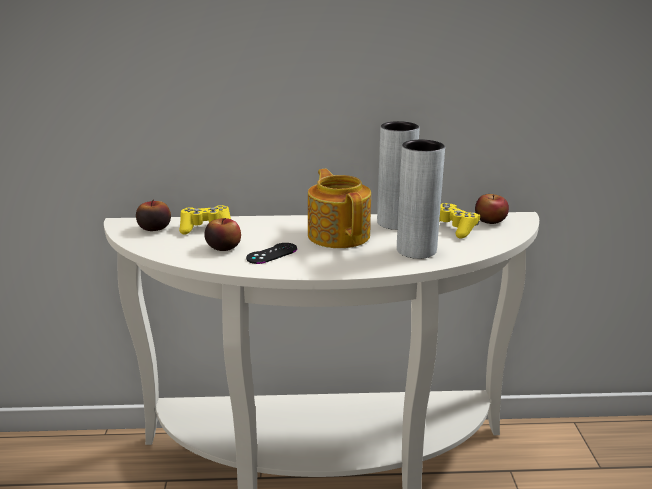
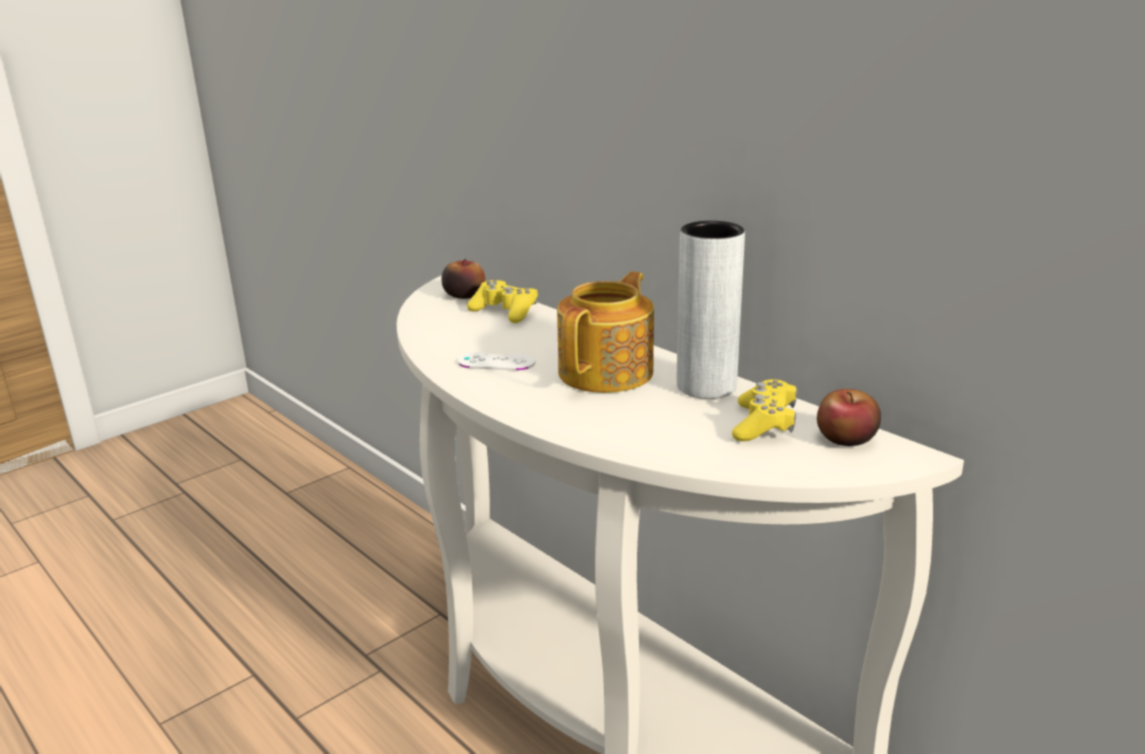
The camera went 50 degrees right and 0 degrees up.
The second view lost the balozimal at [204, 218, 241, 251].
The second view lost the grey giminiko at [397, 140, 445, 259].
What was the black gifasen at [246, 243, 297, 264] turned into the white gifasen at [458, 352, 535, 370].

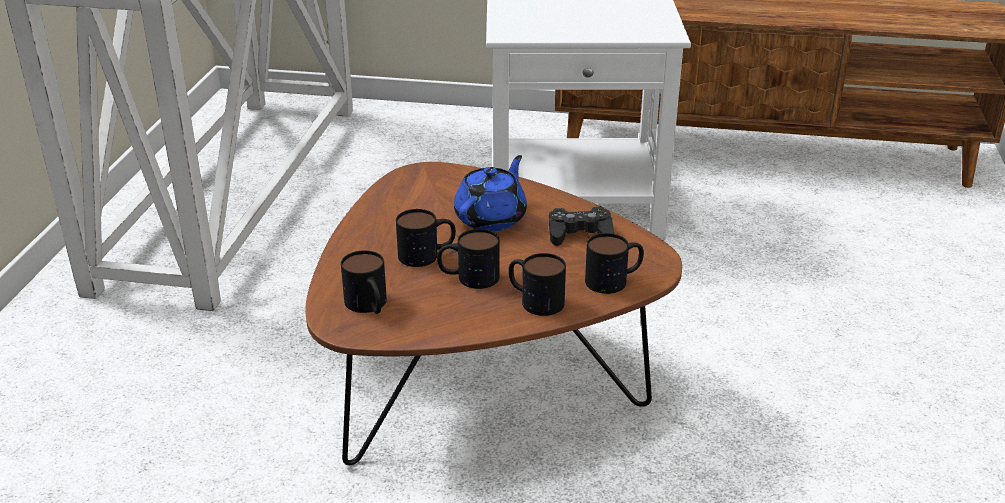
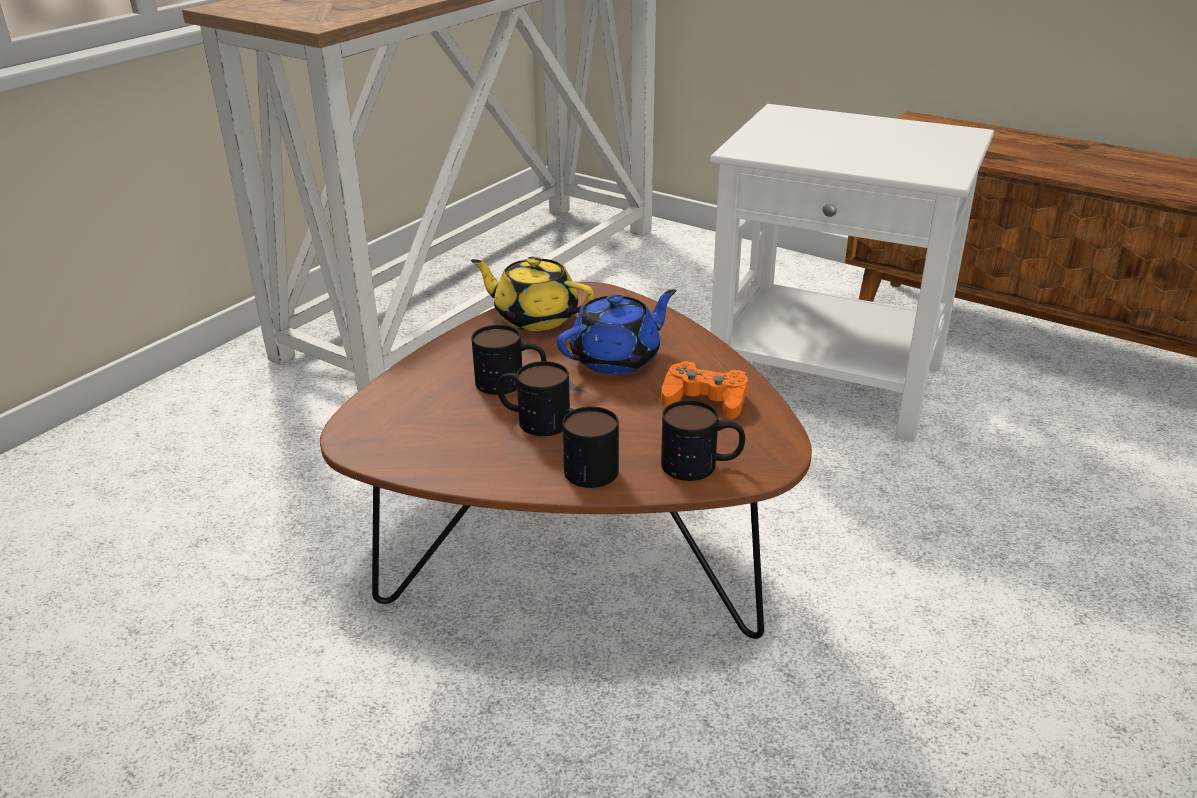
The camera went 25 degrees right and 0 degrees up.
The second view lost the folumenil at [341, 250, 387, 314].
The second view gained the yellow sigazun at [471, 256, 594, 331].
What was the black gifasen at [549, 206, 614, 246] turned into the orange gifasen at [661, 361, 748, 419].

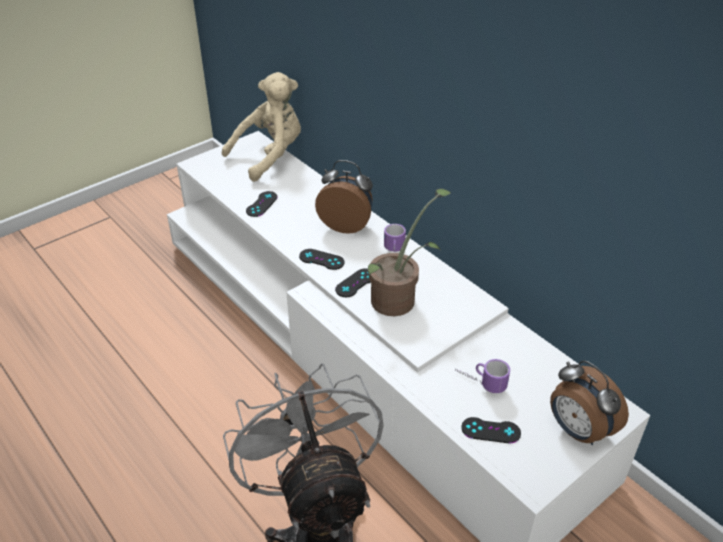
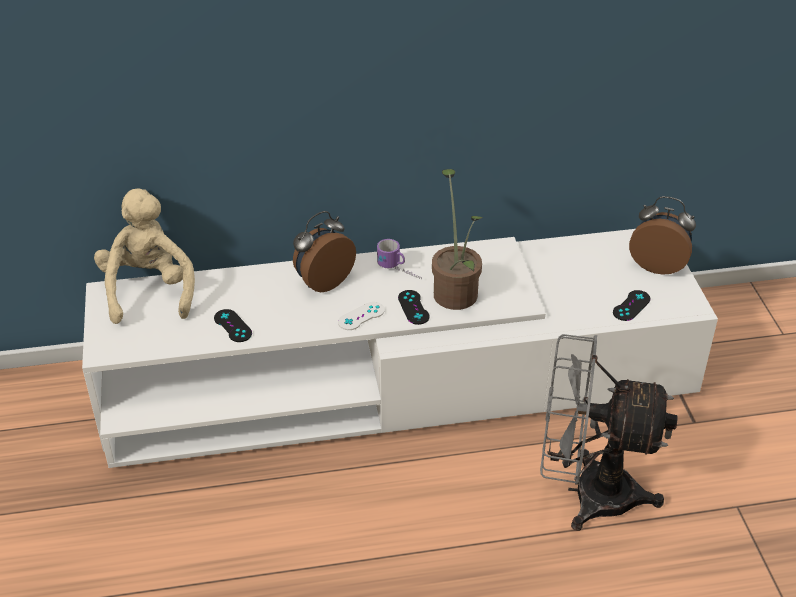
The camera went 60 degrees left and 0 degrees up.
The second view lost the folumenil at [455, 359, 510, 393].
What was the black gifasen at [299, 249, 345, 270] turned into the white gifasen at [338, 302, 385, 330].
The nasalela at [550, 361, 629, 445] ended up facing another way, 150 degrees counterclockwise from before.

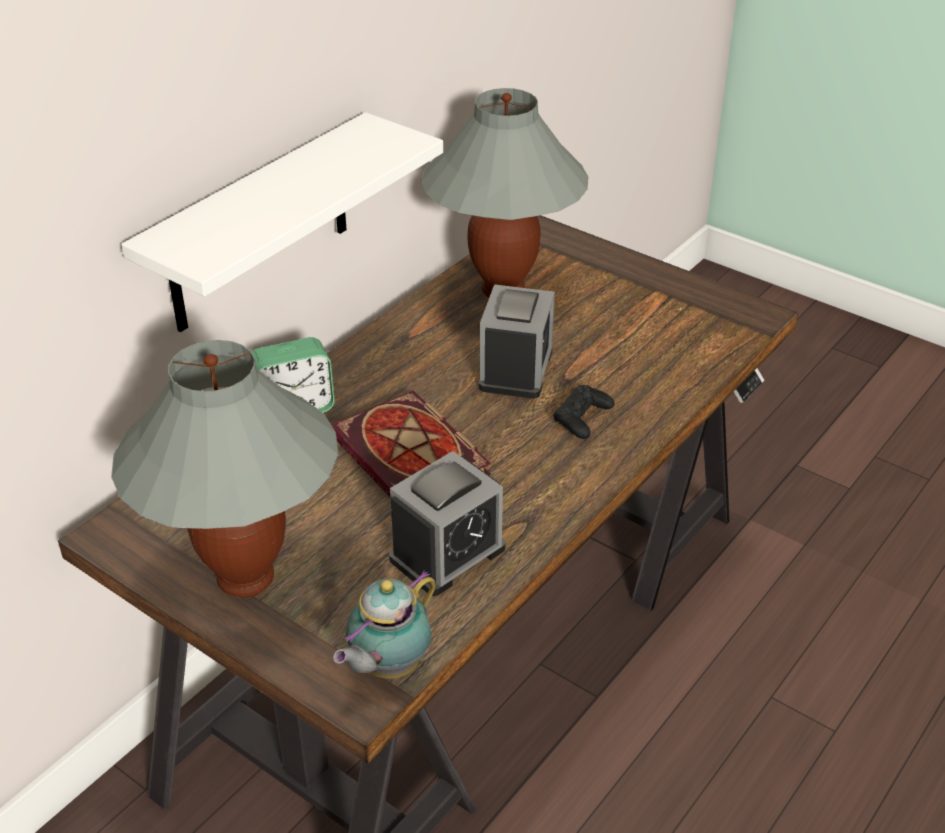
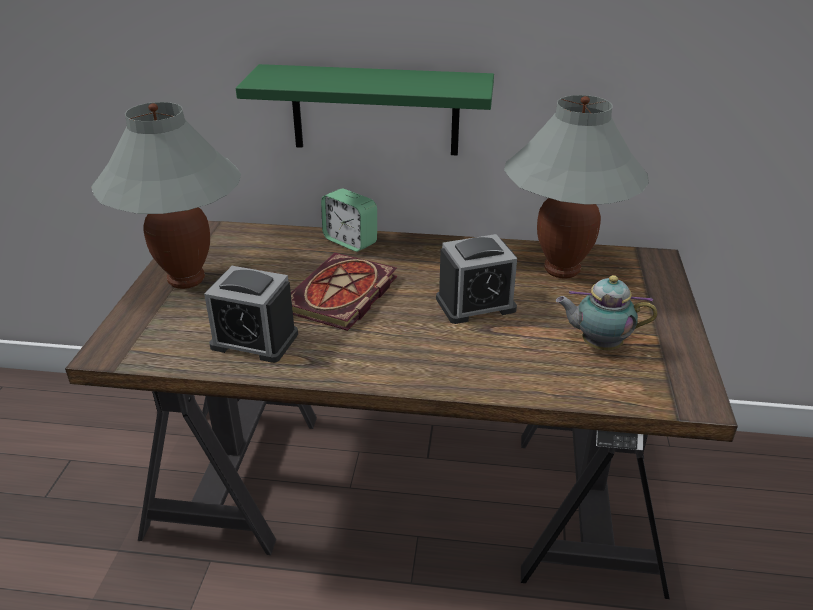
The camera went 60 degrees right and 5 degrees down.
The second view lost the black gifasen at [553, 385, 614, 439].
The sigazun ended up elsewhere, having gone from [333, 571, 436, 679] to [556, 275, 658, 350].
What was the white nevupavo at [121, 112, 443, 332] turned into the green nevupavo at [236, 64, 494, 156].

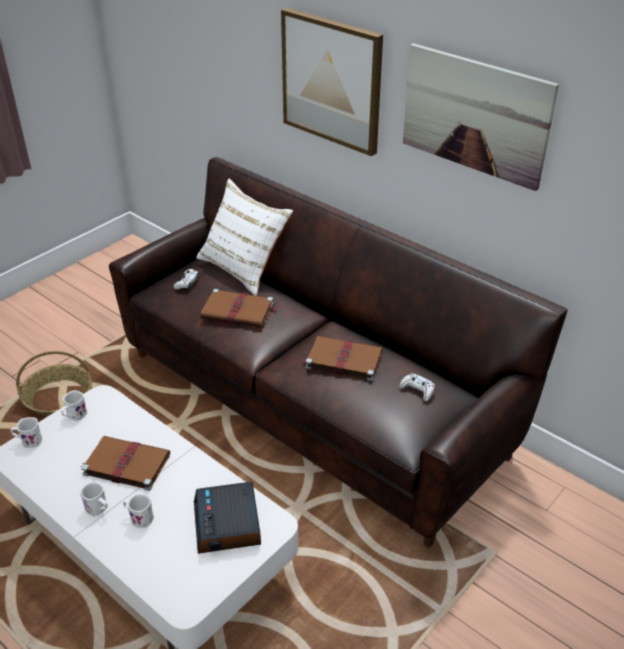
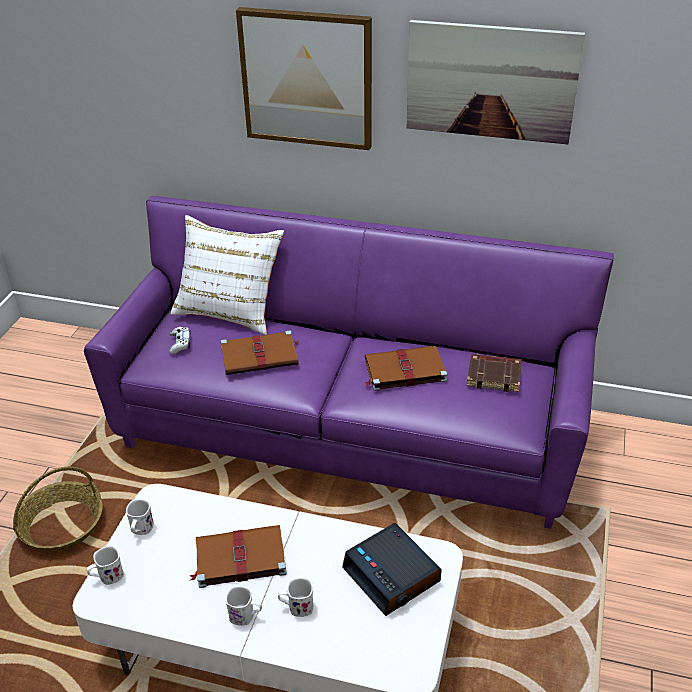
The camera went 25 degrees left and 0 degrees up.
Where the white gifasen stood at [399, 373, 435, 401], the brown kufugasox came to stand at [467, 354, 521, 392].
What was the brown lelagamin at [109, 157, 568, 548] turned into the purple lelagamin at [84, 196, 614, 529].

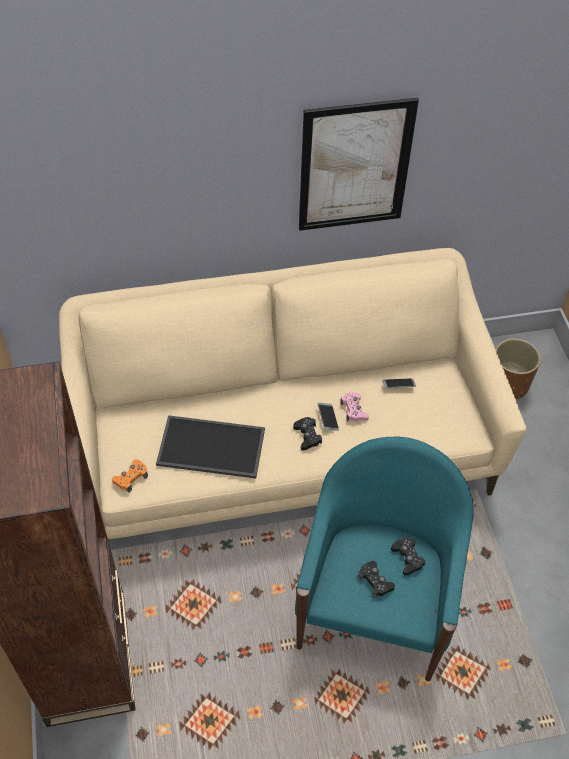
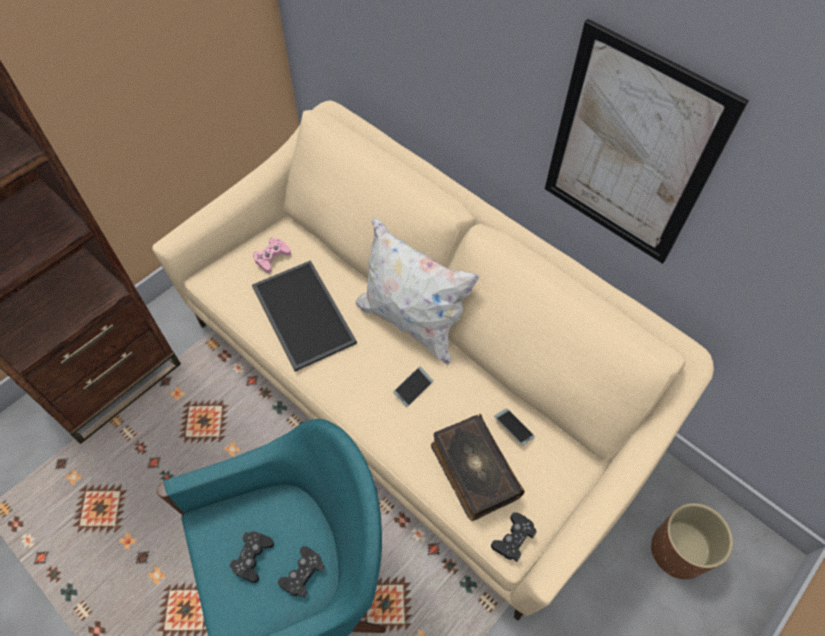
The camera went 55 degrees right and 5 degrees up.
The second view lost the orange gifasen at [112, 459, 148, 493].
The second view gained the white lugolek at [356, 217, 479, 365].
The second view gained the kufugasox at [431, 414, 525, 521].
The black gifasen ended up elsewhere, having gone from [293, 417, 322, 450] to [491, 512, 537, 562].
The pink gifasen ended up elsewhere, having gone from [340, 392, 369, 422] to [253, 238, 291, 273].

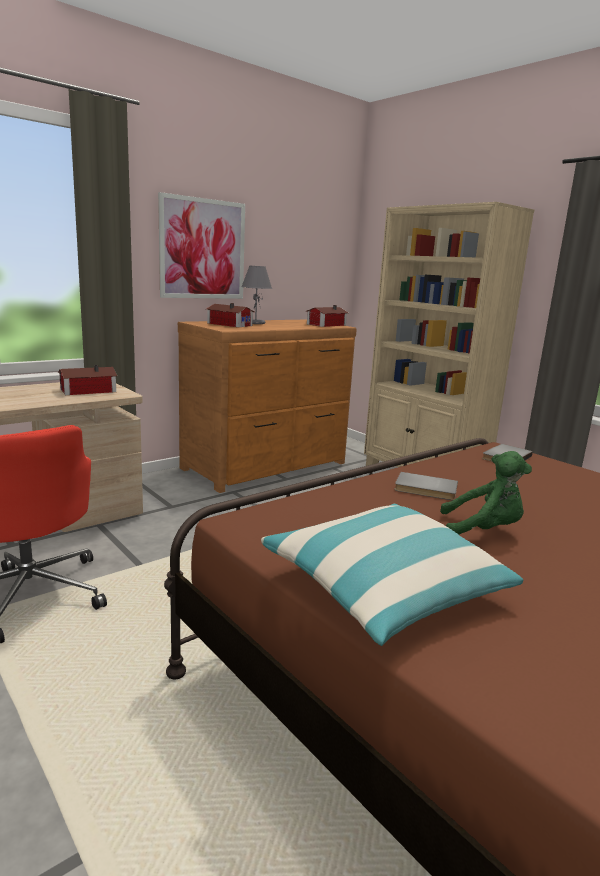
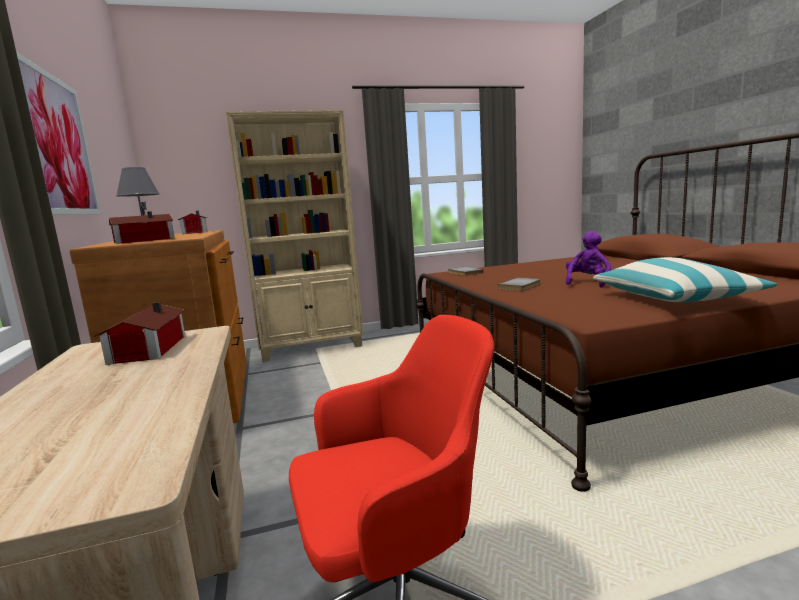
The camera went 65 degrees left and 5 degrees down.
What was the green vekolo at [440, 451, 532, 534] turned into the purple vekolo at [566, 231, 611, 288].

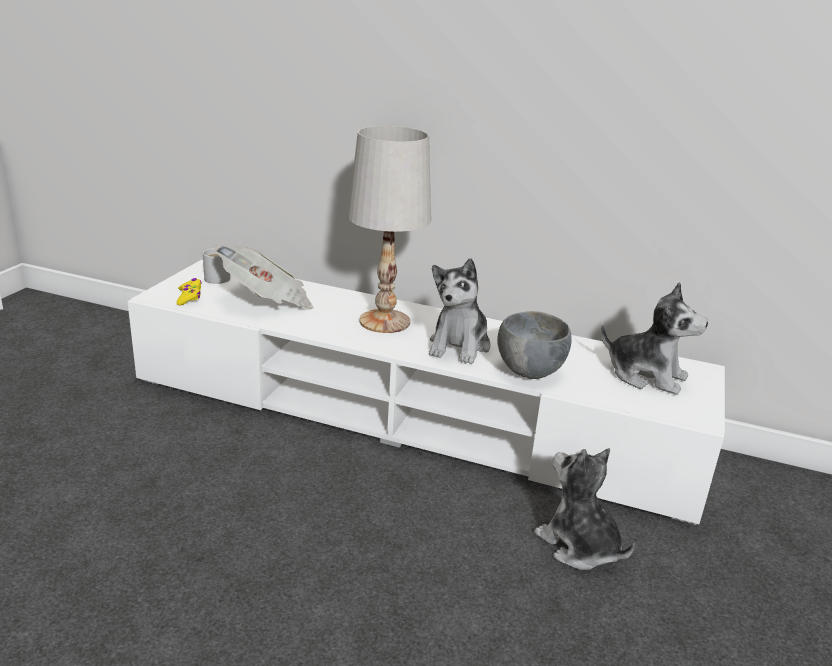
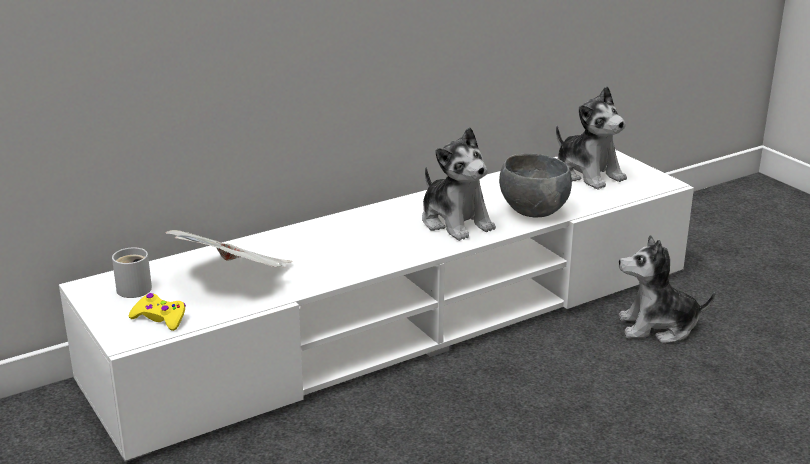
The camera went 50 degrees left and 0 degrees up.
The second view lost the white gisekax at [348, 126, 431, 333].
The vekolo at [601, 282, 708, 395] ended up facing another way, 75 degrees clockwise from before.

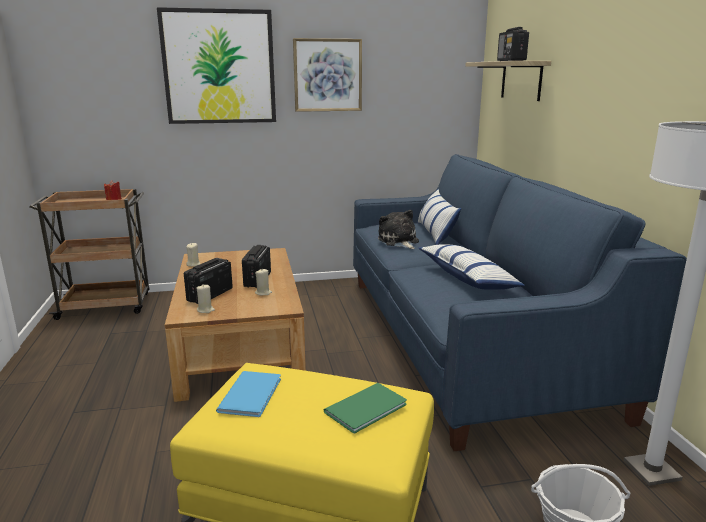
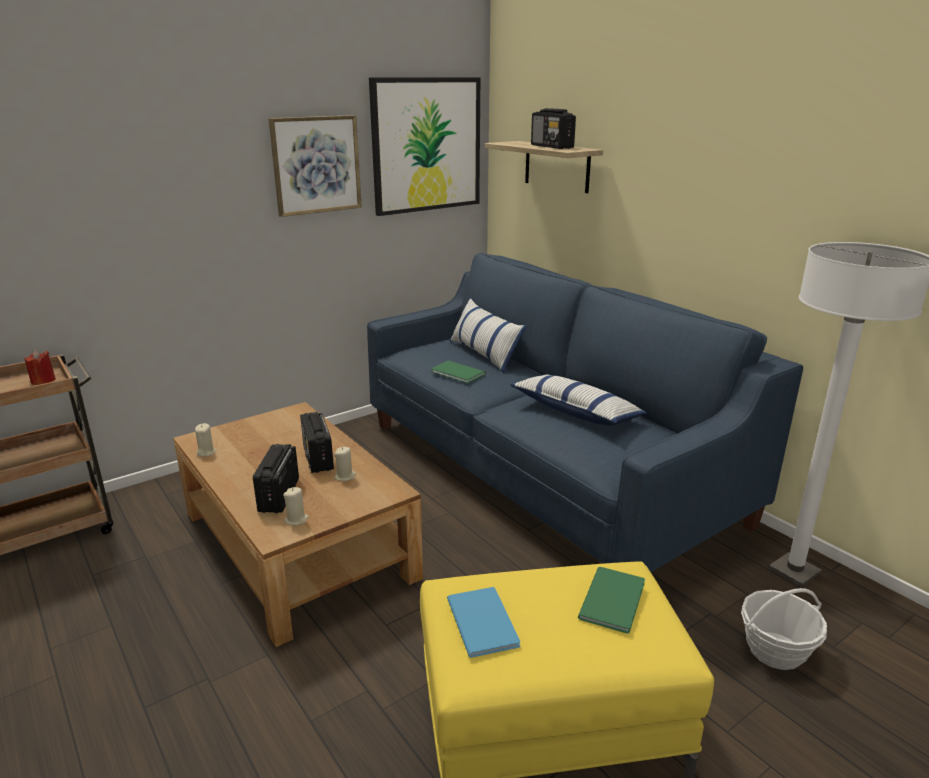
The camera went 25 degrees left and 5 degrees up.
The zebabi ended up elsewhere, having gone from [157, 7, 276, 124] to [369, 77, 480, 216].
Where the vekolo stood at [378, 210, 419, 249], the green kufugasox came to stand at [431, 360, 486, 383].

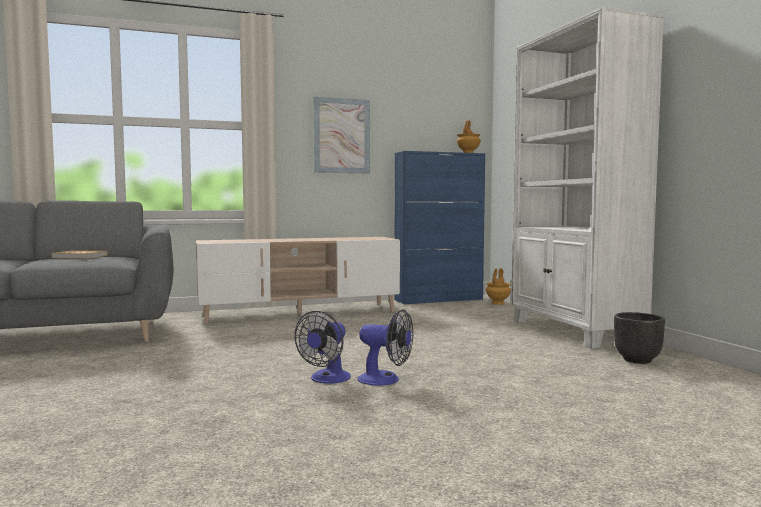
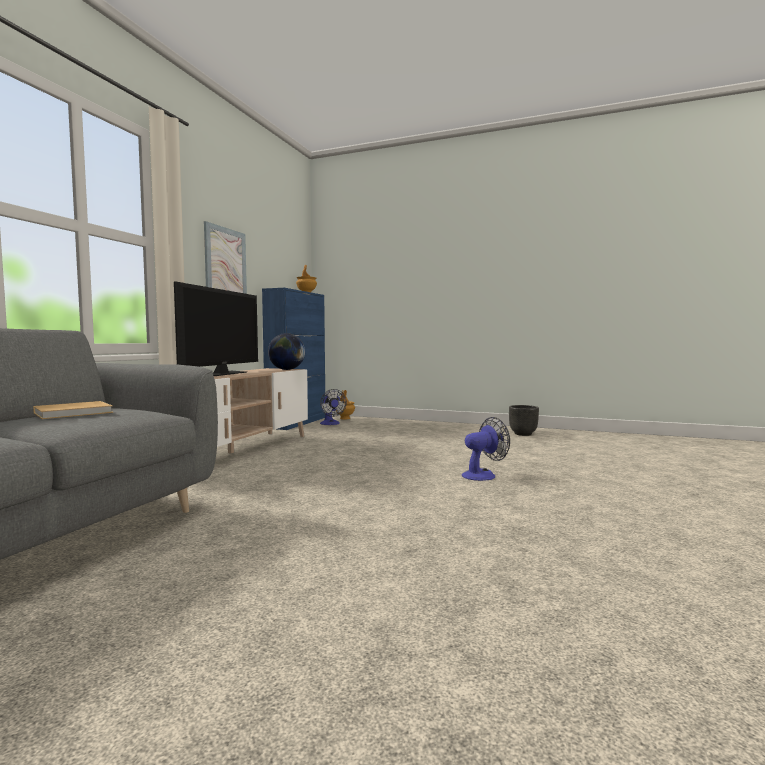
The camera went 50 degrees left and 0 degrees up.
The second view lost the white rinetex at [511, 7, 664, 349].
The second view gained the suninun at [174, 281, 258, 376].
The second view gained the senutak at [268, 333, 305, 370].
The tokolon ended up elsewhere, having gone from [294, 311, 351, 384] to [320, 389, 347, 425].

